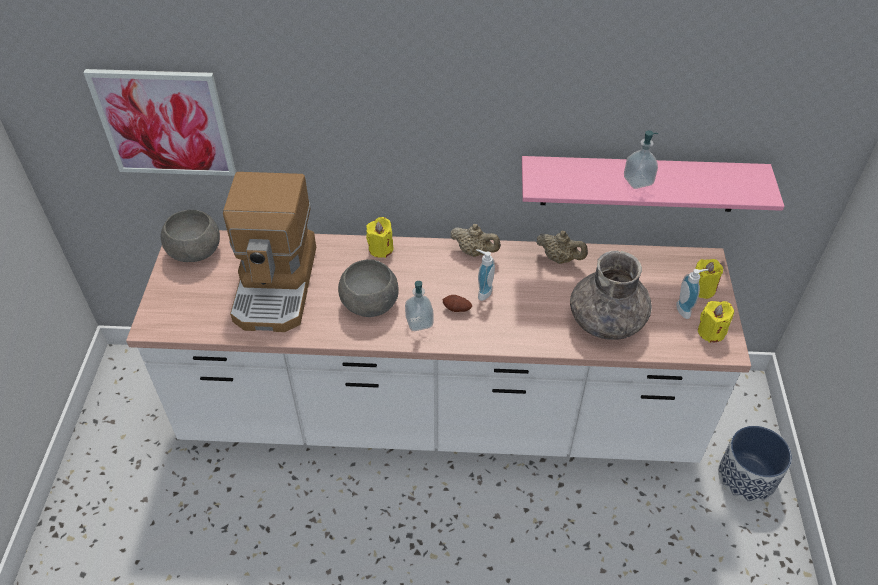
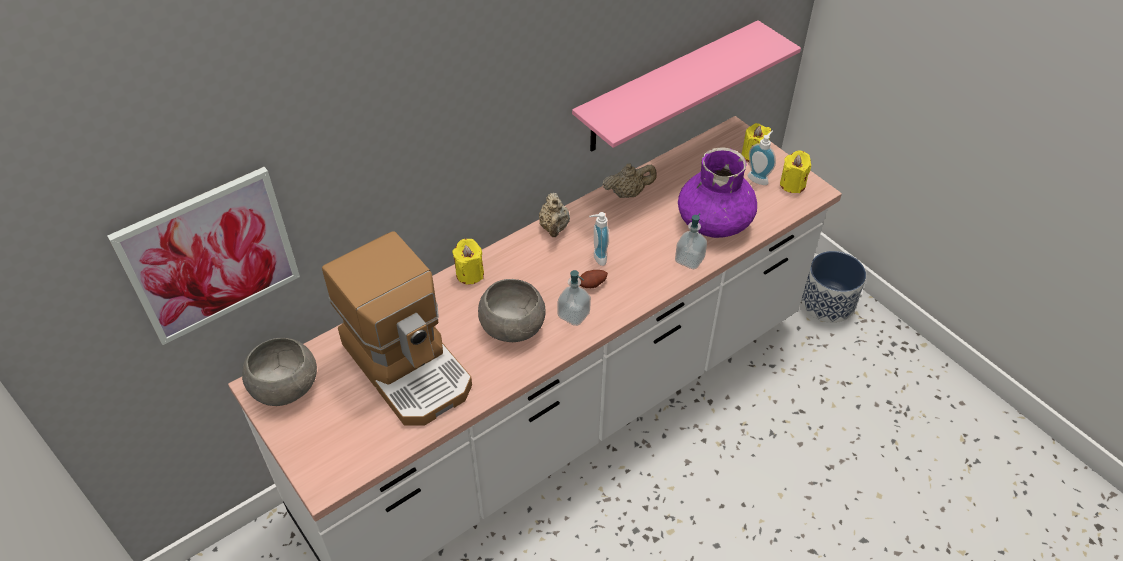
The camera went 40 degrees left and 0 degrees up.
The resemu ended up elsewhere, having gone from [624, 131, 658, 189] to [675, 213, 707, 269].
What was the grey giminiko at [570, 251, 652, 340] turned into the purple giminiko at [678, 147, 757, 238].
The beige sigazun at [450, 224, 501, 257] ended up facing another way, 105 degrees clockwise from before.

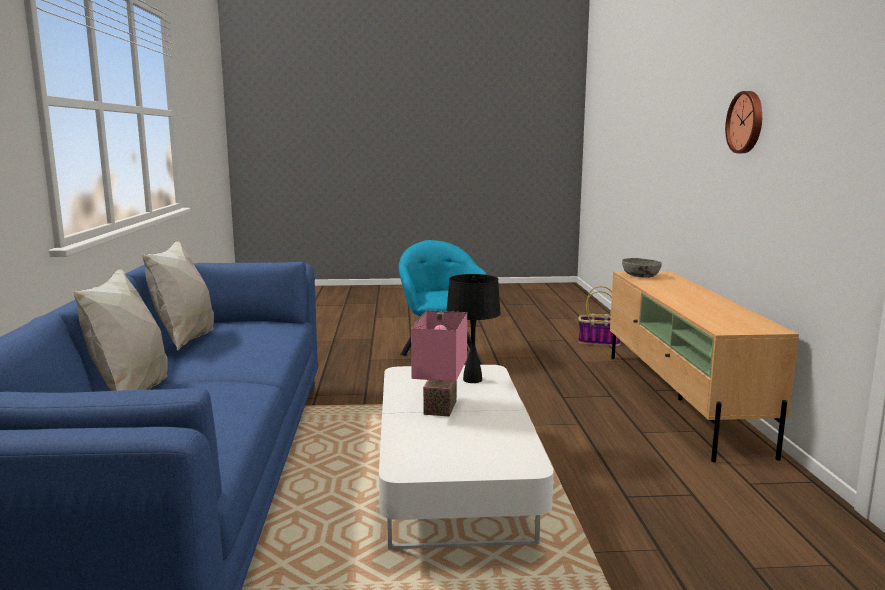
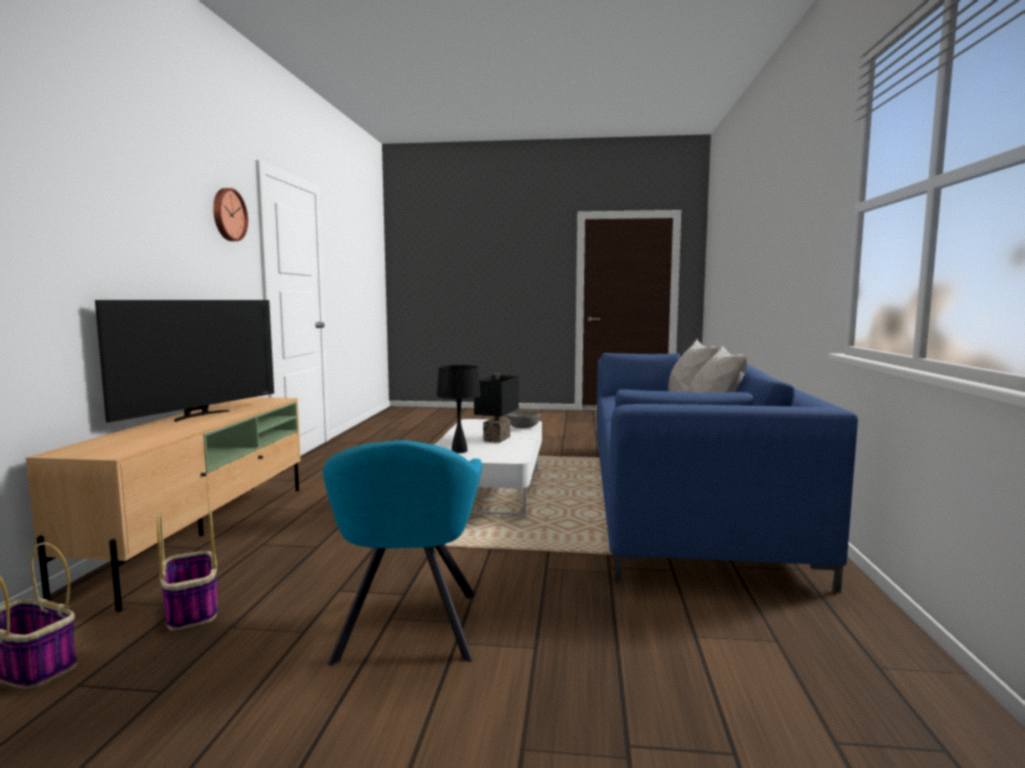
The camera went 170 degrees left and 5 degrees down.
The second view gained the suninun at [95, 300, 274, 422].
The second view gained the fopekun at [157, 507, 217, 631].
The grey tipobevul ended up elsewhere, having gone from [622, 258, 662, 278] to [506, 410, 541, 428].
The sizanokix ended up elsewhere, having gone from [725, 91, 763, 153] to [213, 188, 248, 241].
What was the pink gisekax at [411, 310, 467, 416] turned into the black gisekax at [474, 373, 519, 443].

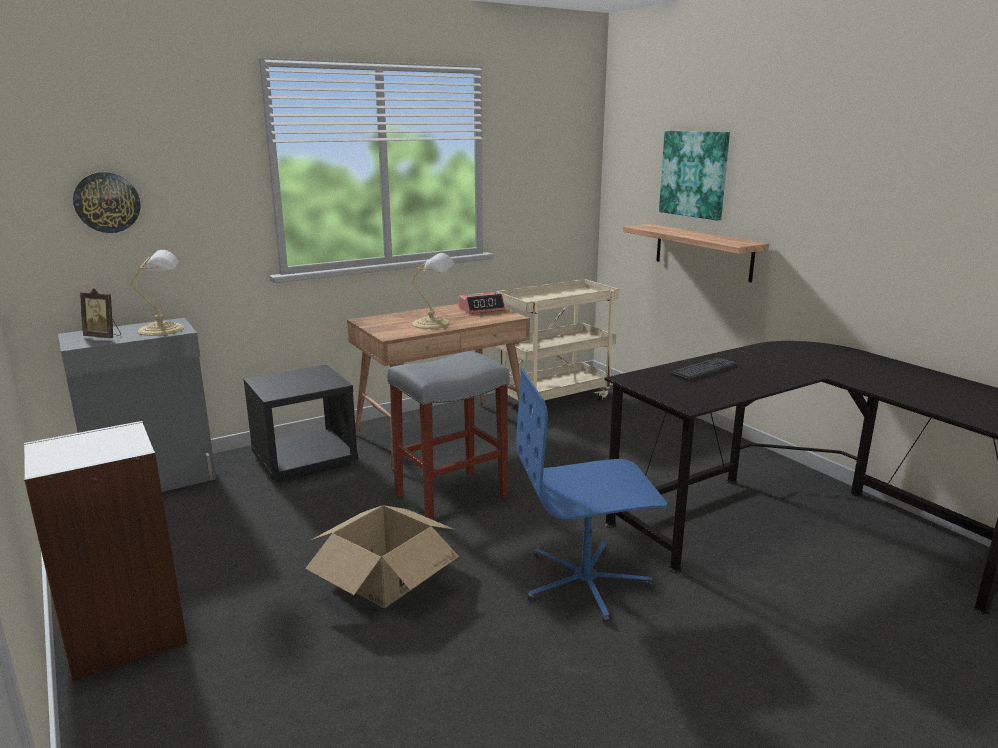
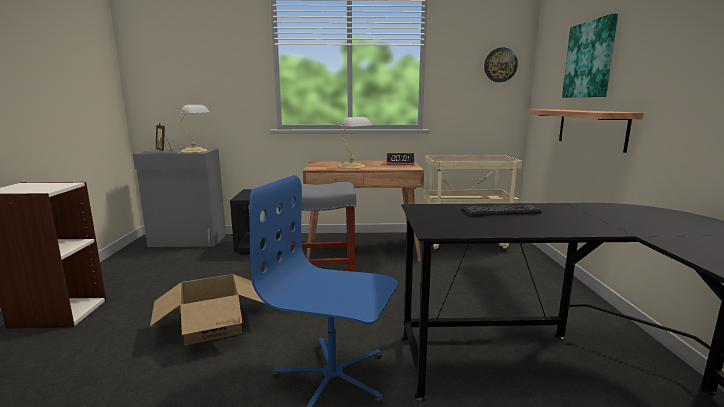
The camera went 30 degrees right and 5 degrees down.
The sizanokix ended up elsewhere, having gone from [73, 172, 141, 233] to [484, 47, 518, 82].

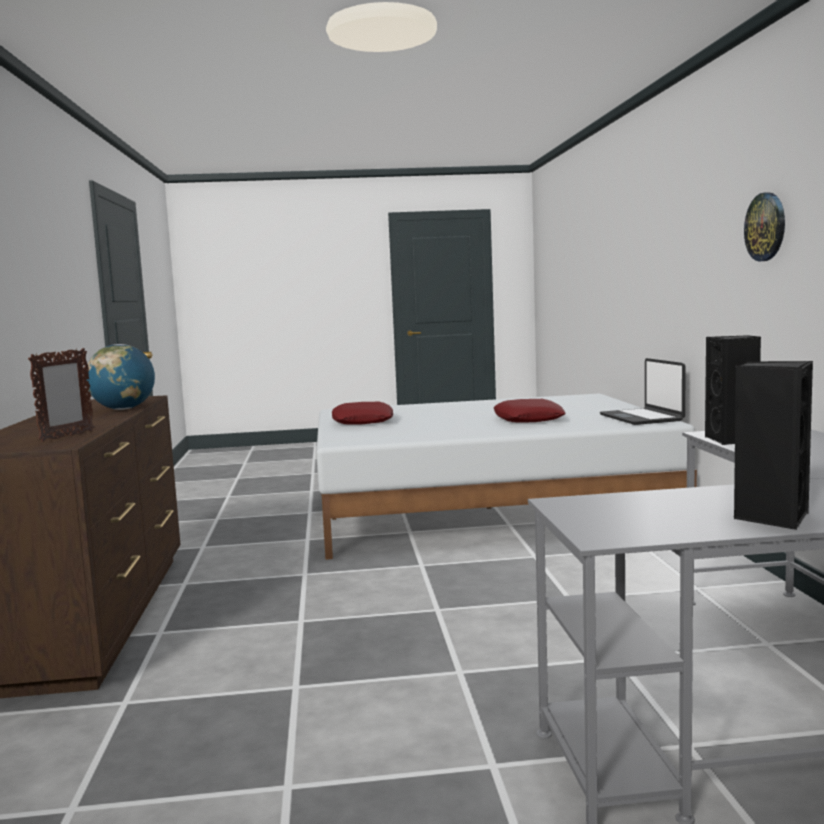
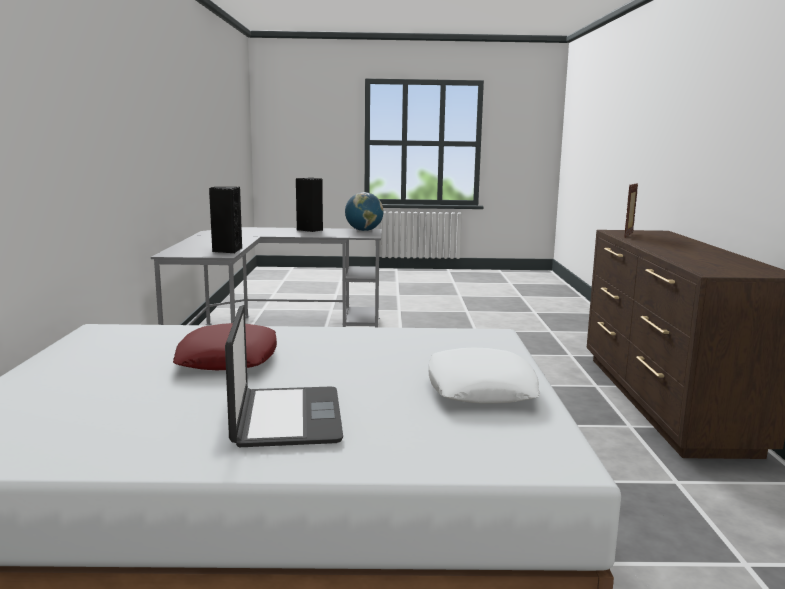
The camera went 175 degrees left and 5 degrees up.
The second view lost the sizanokix at [744, 192, 785, 261].
The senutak ended up elsewhere, having gone from [86, 344, 155, 410] to [345, 192, 384, 231].
The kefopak ended up elsewhere, having gone from [600, 358, 686, 425] to [225, 305, 343, 447].
What was the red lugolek at [332, 402, 393, 425] turned into the white lugolek at [429, 348, 540, 404].

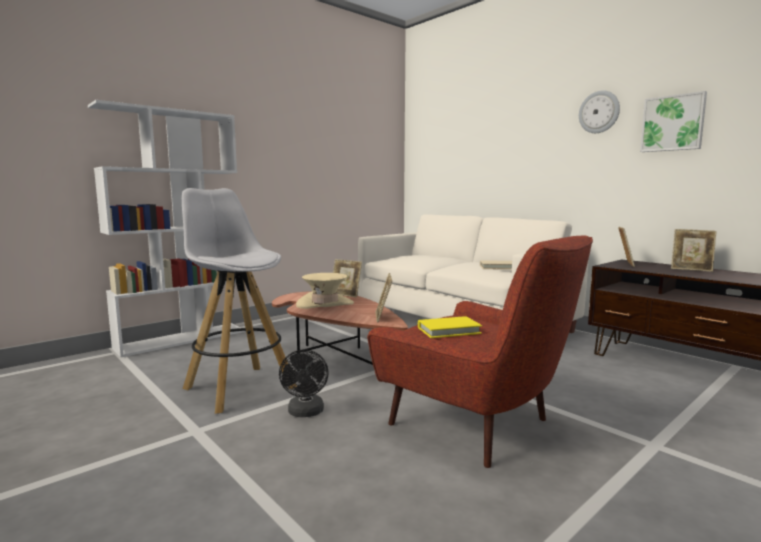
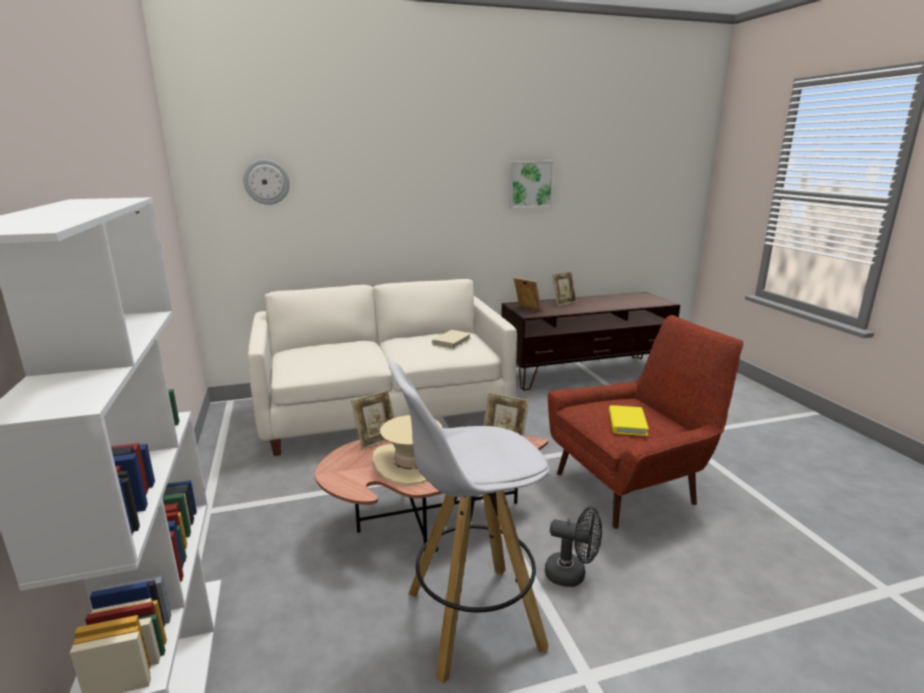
The camera went 65 degrees left and 10 degrees up.
The sizanokix ended up elsewhere, having gone from [579, 90, 620, 133] to [243, 159, 290, 205].

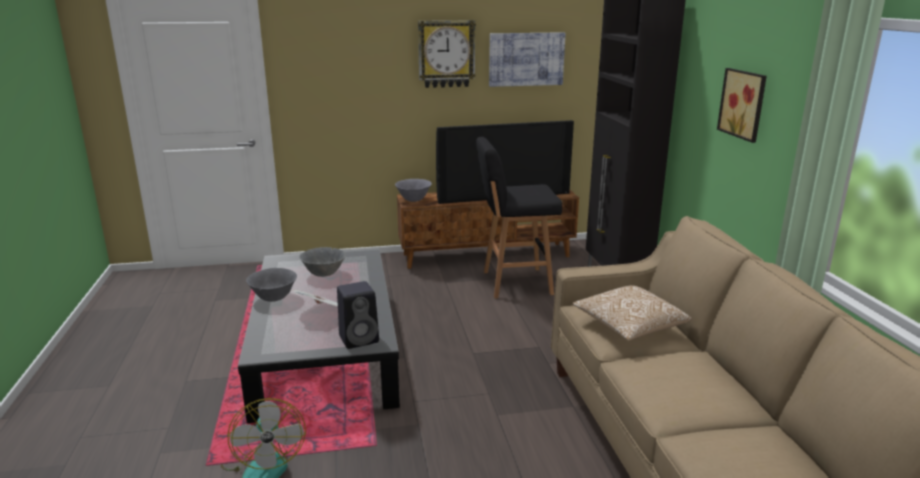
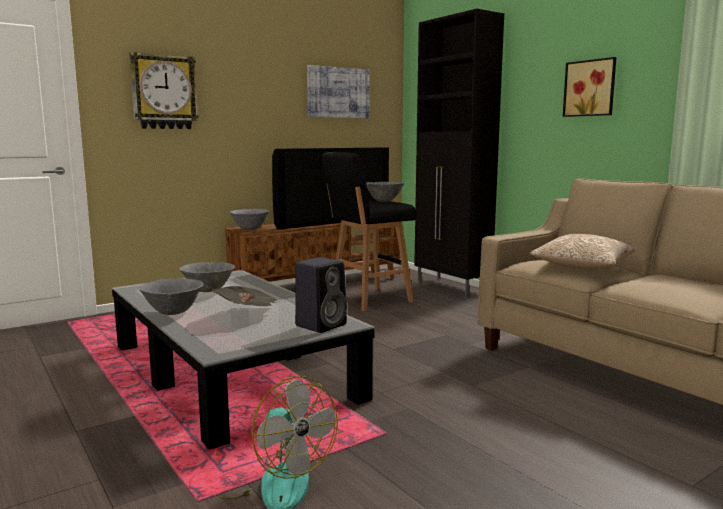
The camera went 25 degrees left and 10 degrees down.
The second view gained the grey tipobevul at [366, 182, 405, 202].
The sizanokix ended up elsewhere, having gone from [418, 20, 476, 88] to [129, 52, 199, 129].

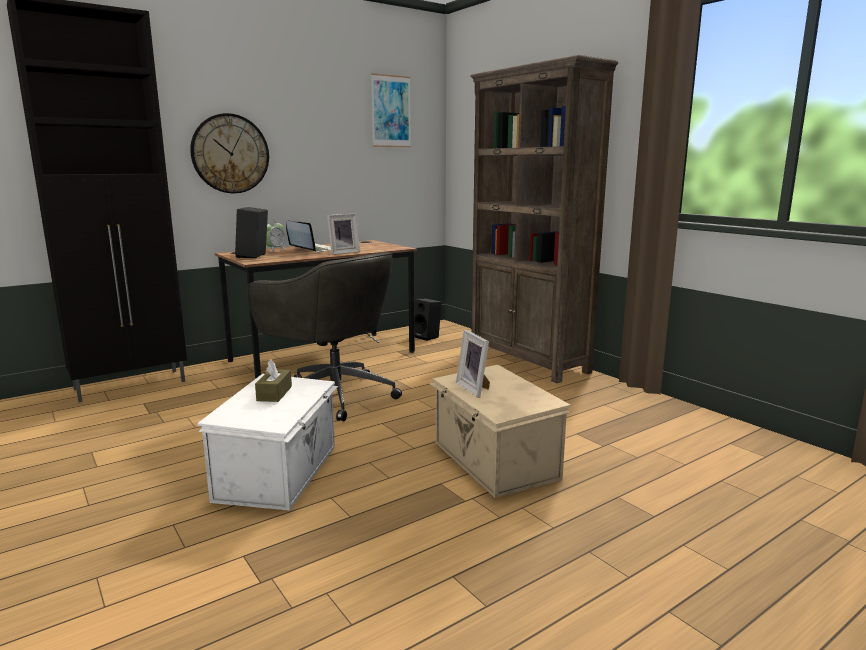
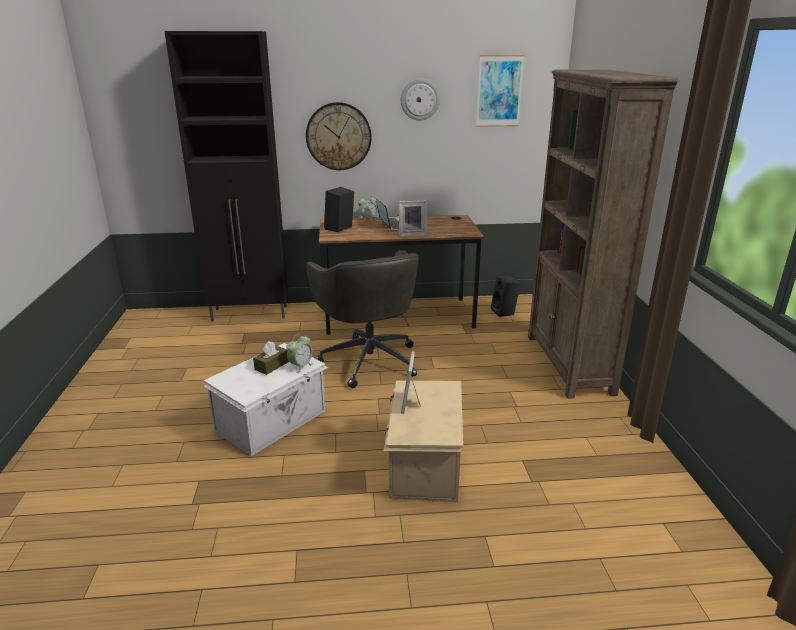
The camera went 30 degrees right and 10 degrees up.
The second view gained the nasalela at [286, 334, 314, 373].
The second view gained the sizanokix at [401, 79, 440, 121].

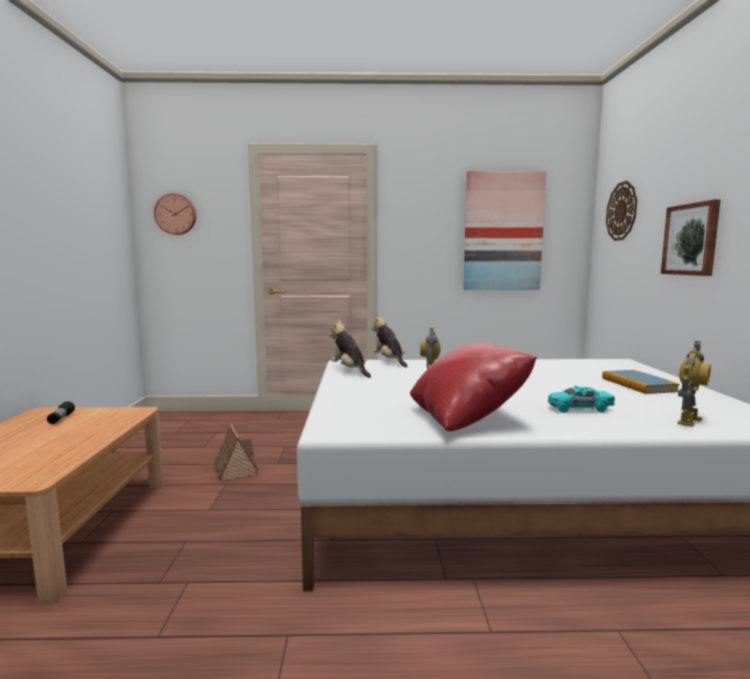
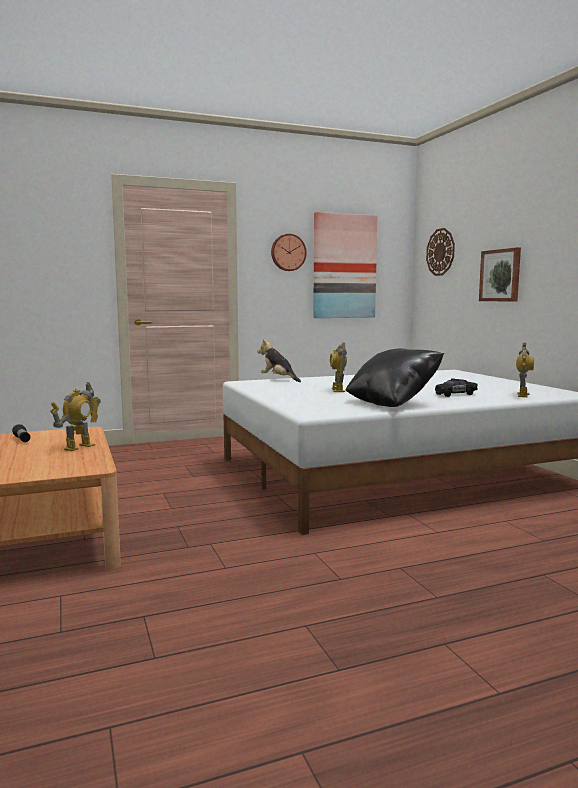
The camera went 20 degrees left and 0 degrees up.
The second view lost the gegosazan at [214, 424, 259, 481].
The second view lost the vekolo at [328, 320, 371, 378].
The second view lost the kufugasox at [602, 370, 680, 394].
The second view gained the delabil at [50, 382, 101, 451].
The sizanokix ended up elsewhere, having gone from [154, 193, 196, 235] to [271, 234, 307, 271].
What was the red lugolek at [410, 343, 537, 431] turned into the black lugolek at [345, 348, 444, 407].
What was the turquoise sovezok at [548, 386, 615, 413] turned into the black sovezok at [435, 378, 478, 397].

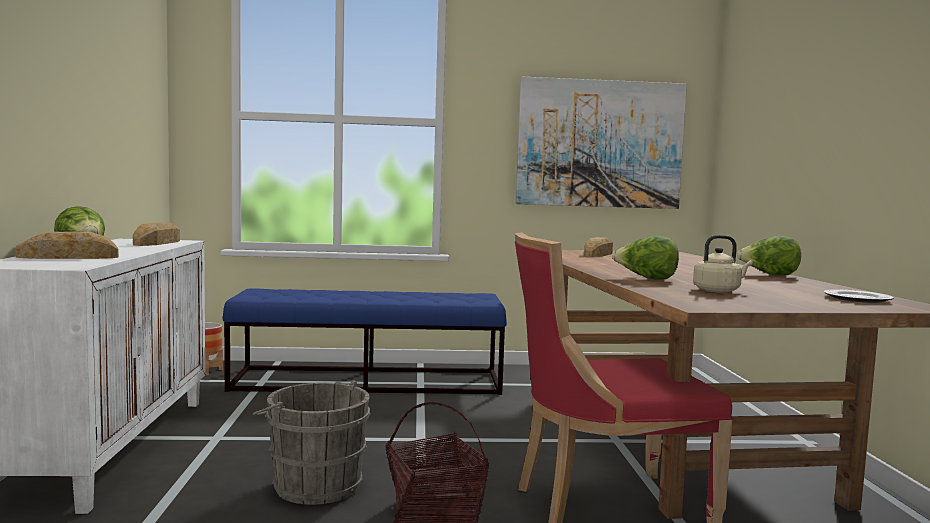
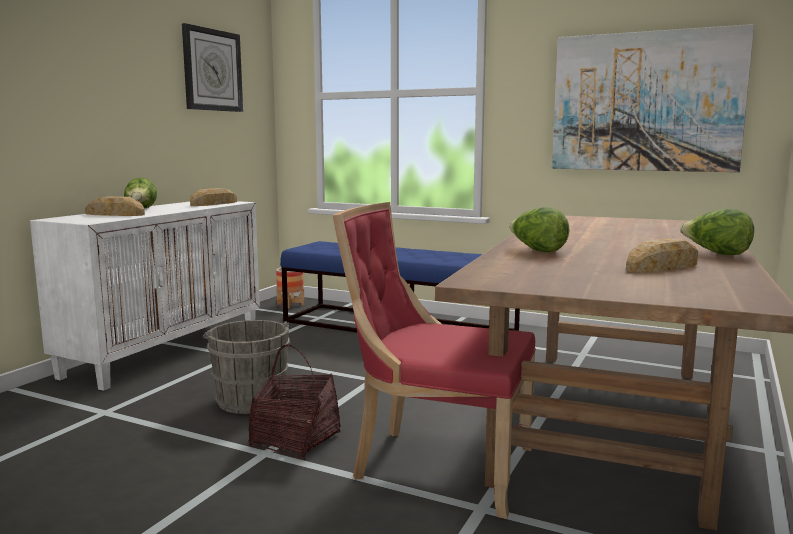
The camera went 30 degrees right and 5 degrees up.
The second view lost the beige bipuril at [693, 235, 753, 293].
The second view lost the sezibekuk at [824, 289, 894, 303].
The second view gained the sizanokix at [182, 23, 243, 112].
The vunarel ended up elsewhere, having gone from [584, 237, 613, 257] to [626, 238, 698, 273].

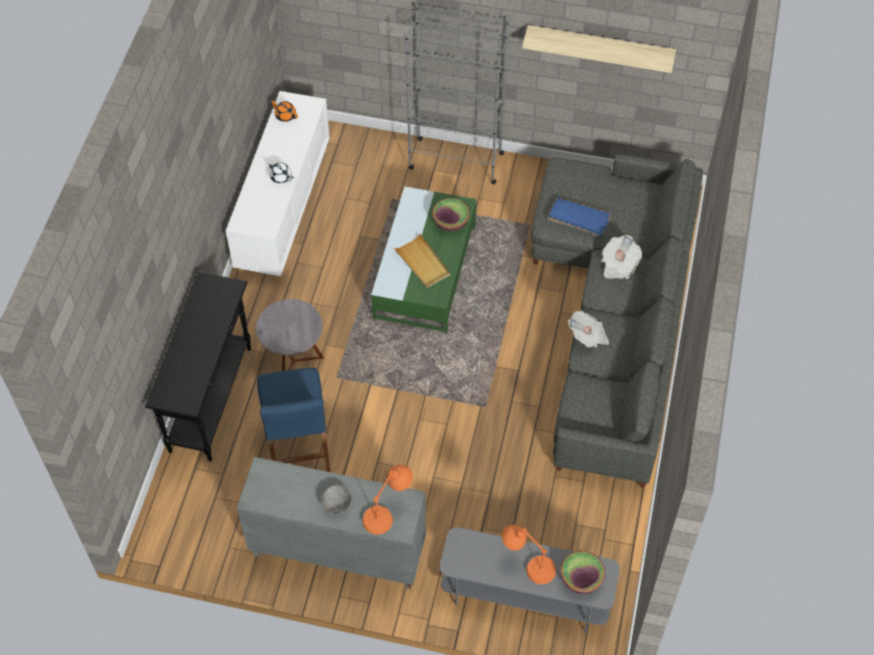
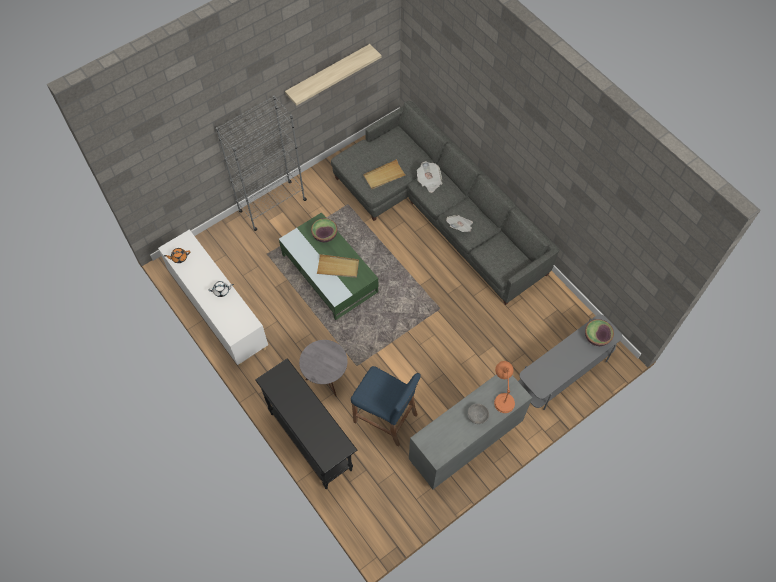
The camera went 50 degrees left and 5 degrees up.
The second view lost the orange gisekax at [502, 525, 556, 584].
What was the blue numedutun at [548, 197, 612, 236] turned into the beige numedutun at [363, 159, 406, 189].

